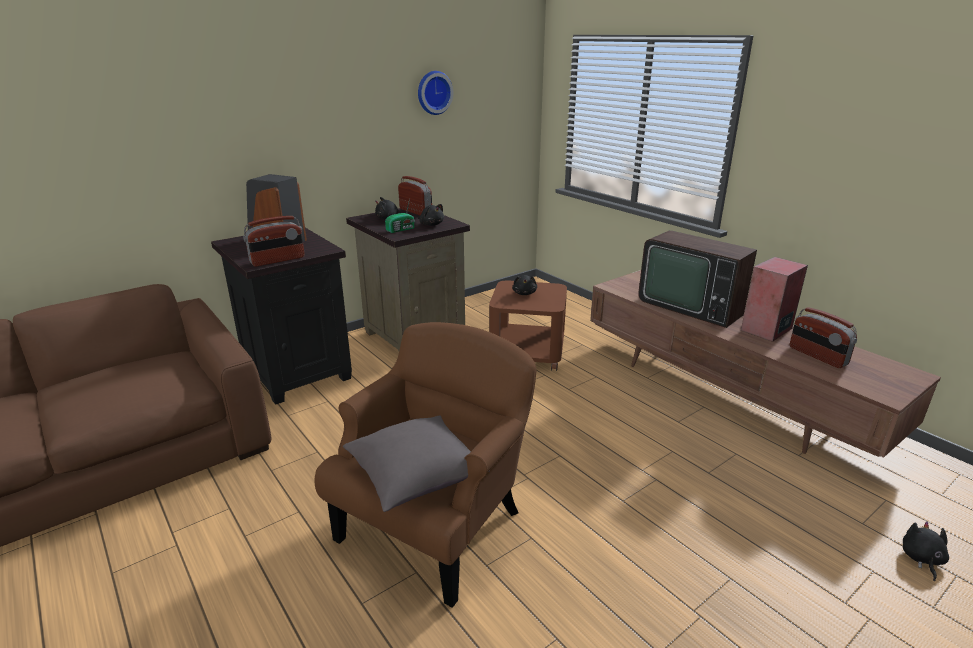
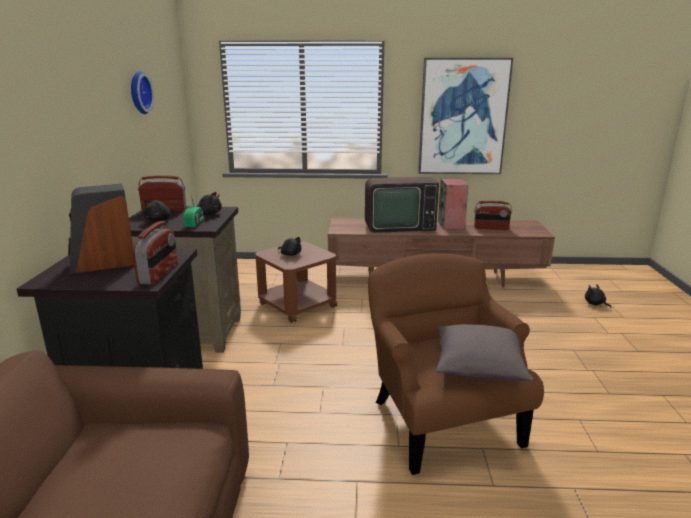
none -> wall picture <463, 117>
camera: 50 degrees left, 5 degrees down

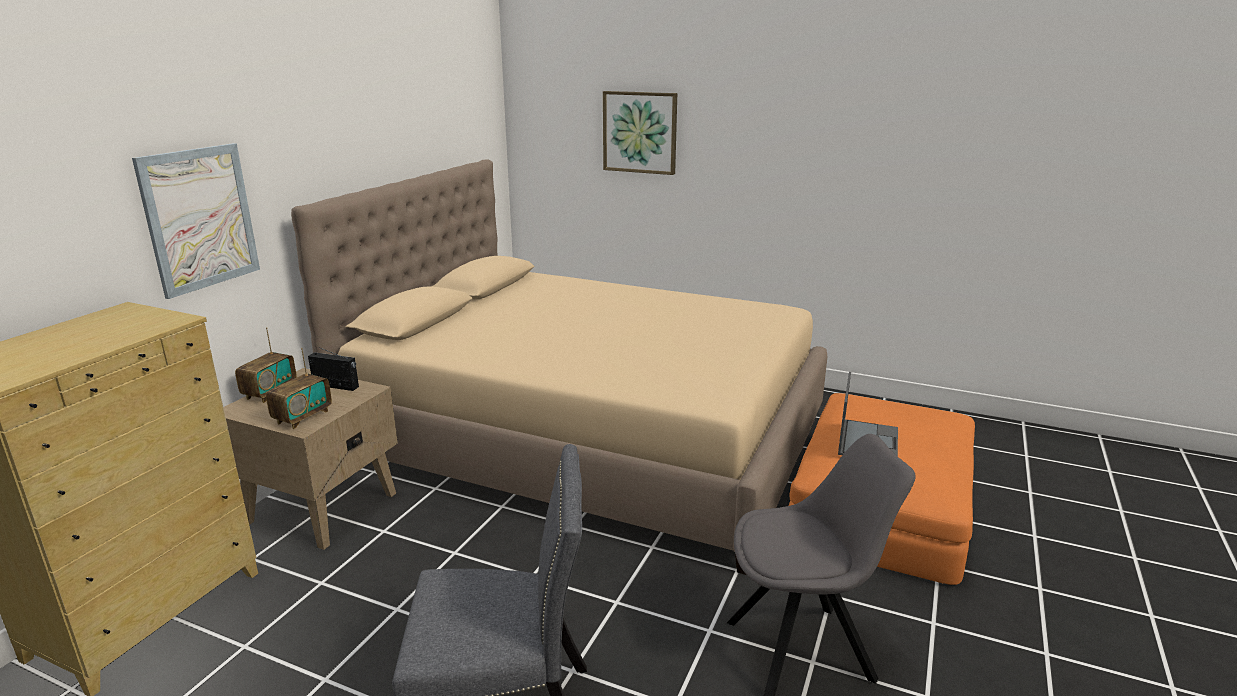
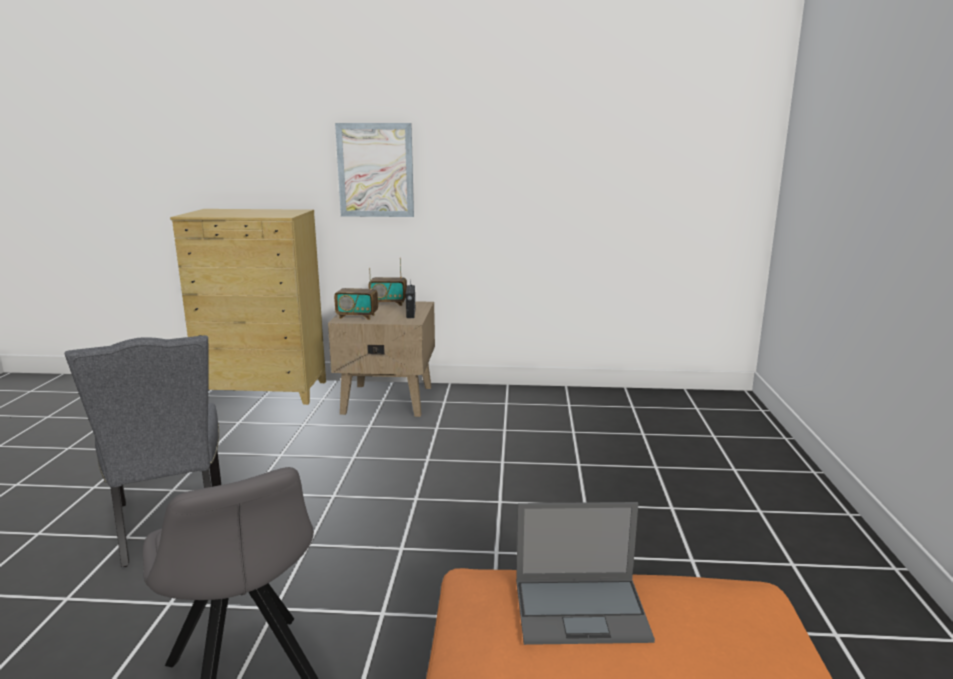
bed/sand-coloured <587, 438> -> none
wall picture <640, 132> -> none
camera: 70 degrees right, 5 degrees down

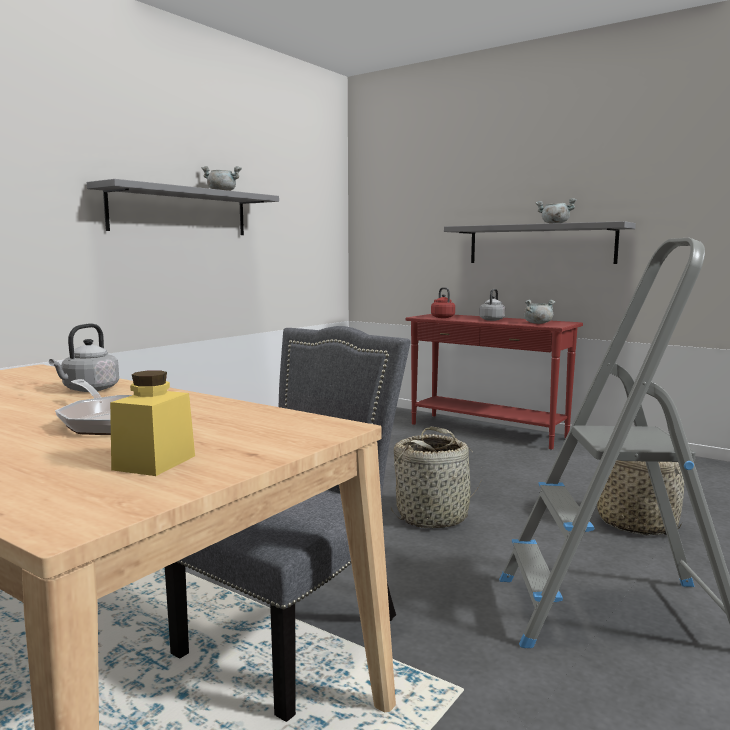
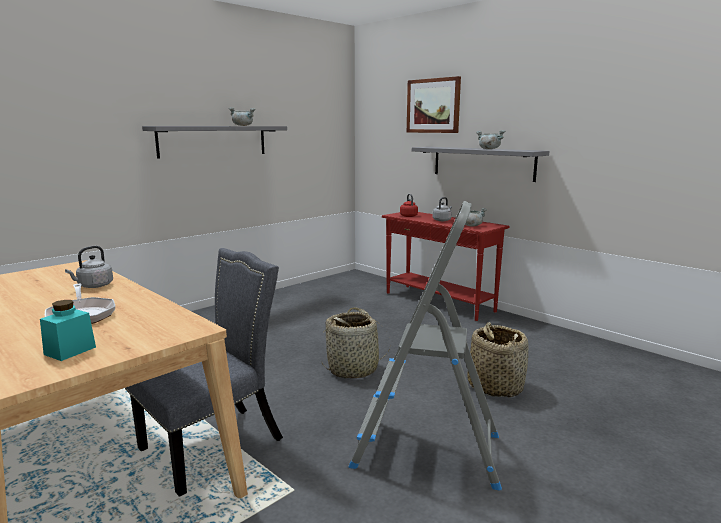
jar/yellow <154, 463> -> jar/blue-green <70, 351>
none -> wall picture <433, 106>
camera: 10 degrees right, 5 degrees up

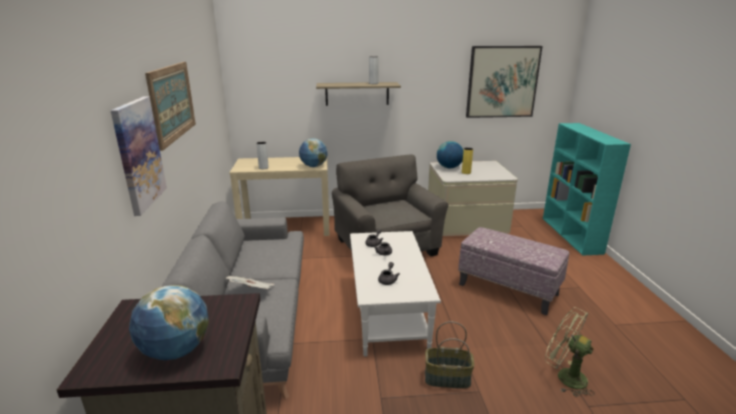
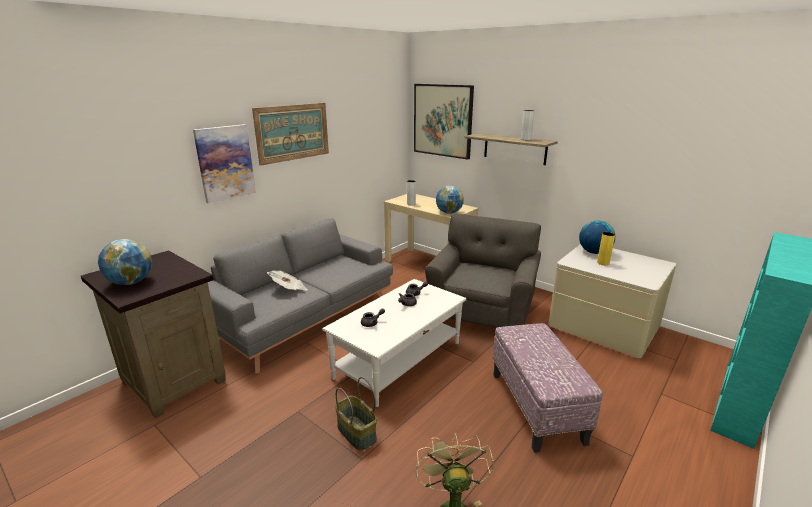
wall picture <502, 82> -> wall picture <442, 120>, moved
camera: 45 degrees right, 0 degrees up

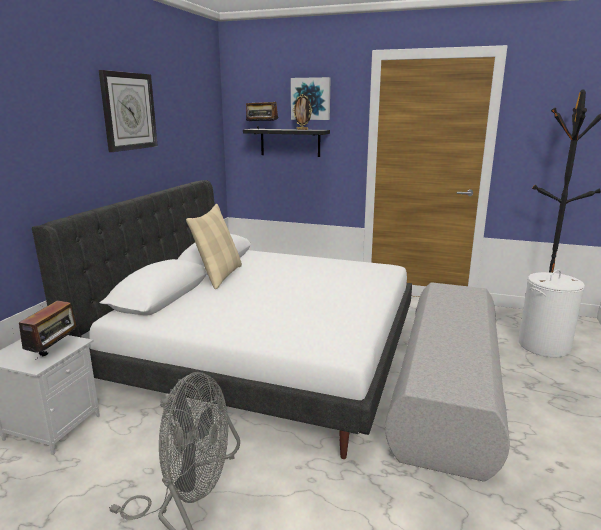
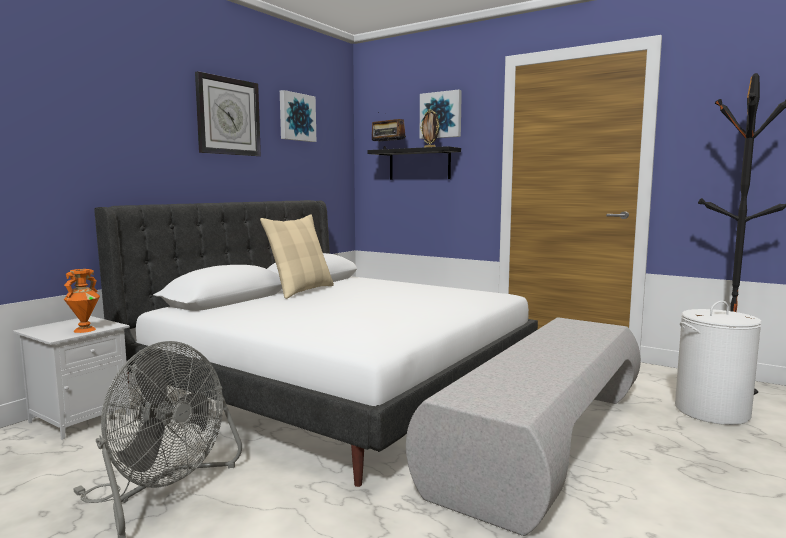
radio set <55, 352> -> flower vase/orange-coloured <84, 330>
none -> wall picture <296, 117>
camera: 15 degrees right, 10 degrees down

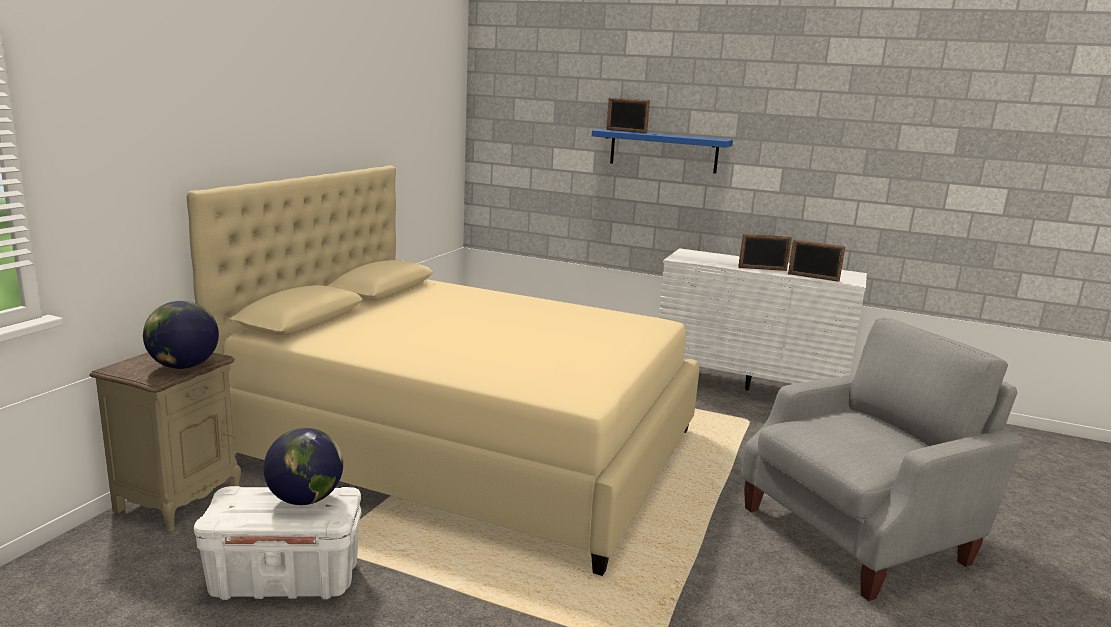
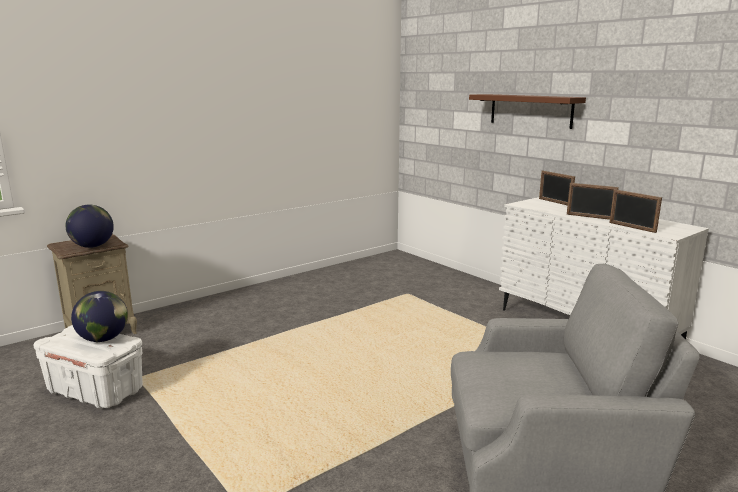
bed/sand-coloured <468, 444> -> none
bracket shelf/blue <663, 151> -> bracket shelf/brownish <530, 110>
photo frame <626, 131> -> photo frame <554, 202>, moved
camera: 30 degrees right, 0 degrees up

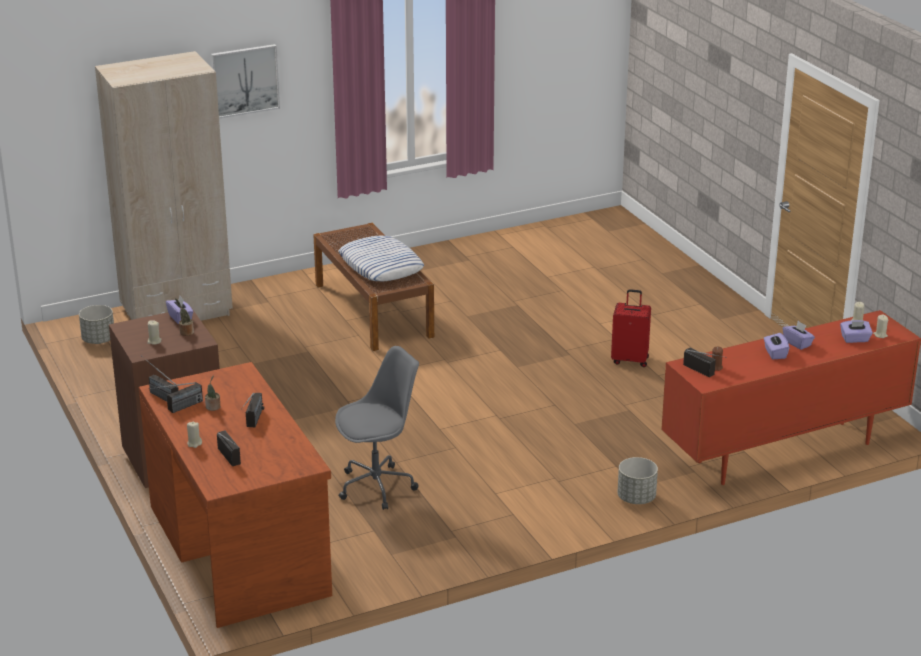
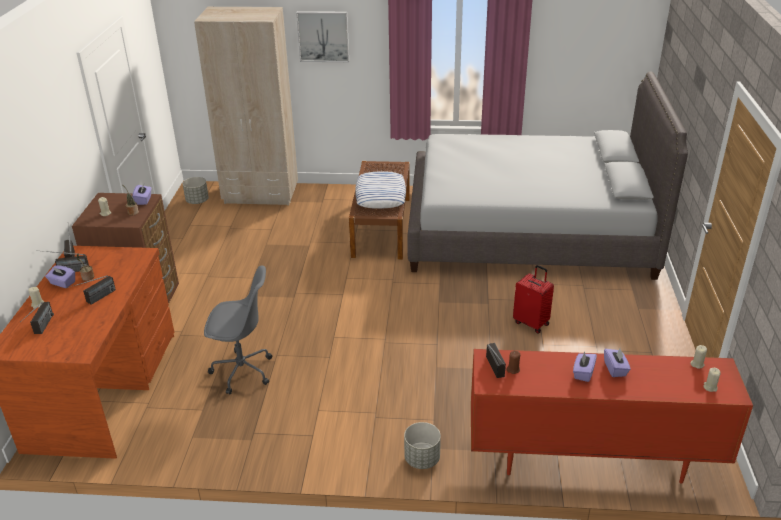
tissue holder/purple <855, 339> -> tissue holder/purple <62, 283>, moved
none -> bed/gray <528, 231>
camera: 30 degrees right, 5 degrees up

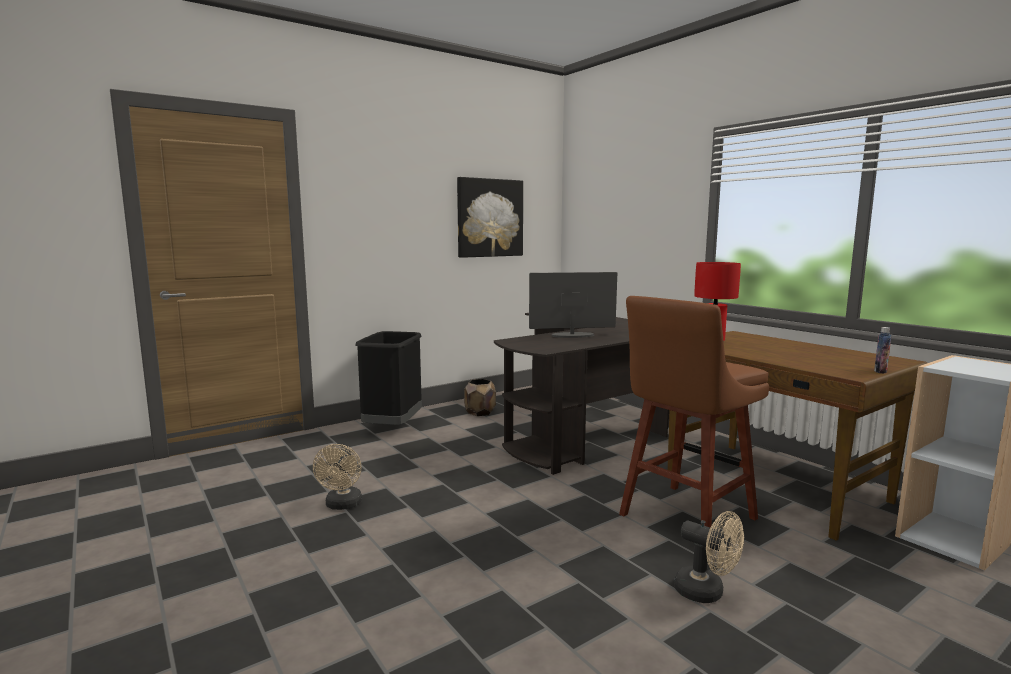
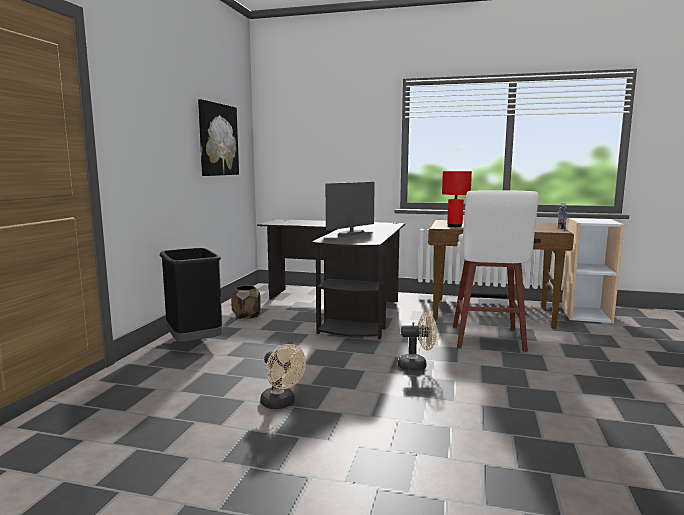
stool/brownish <685, 517> -> stool/whitish <487, 339>
fan/sand-coloured <707, 593> -> fan/sand-coloured <417, 366>, moved
camera: 40 degrees left, 0 degrees up

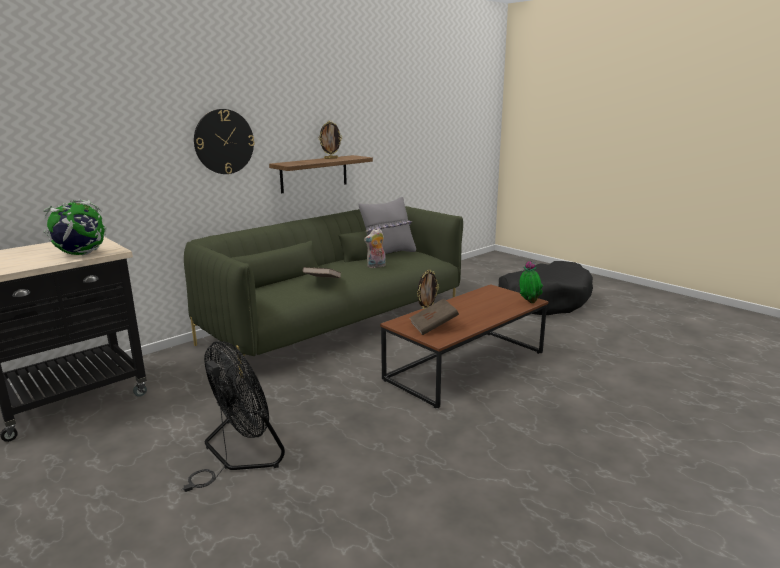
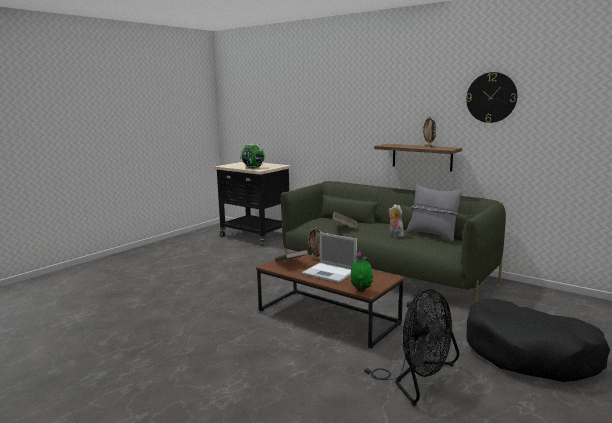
fan/black <233, 453> -> fan/black <416, 379>, moved
clock on the wall <224, 141> -> clock on the wall <491, 97>, moved
none -> laptop <330, 273>
camera: 80 degrees right, 5 degrees down

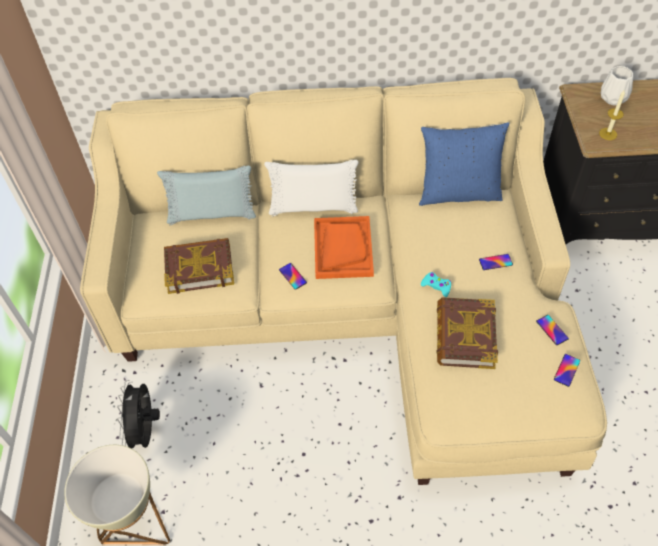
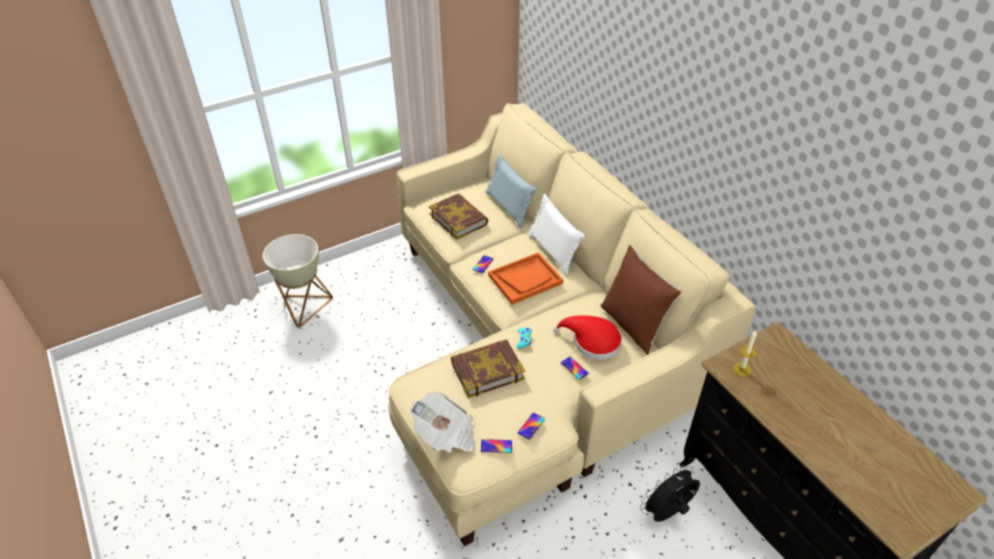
fan/black <146, 431> -> fan/black <667, 513>, moved
throw pillow/blue <458, 193> -> throw pillow/brownish <633, 325>
flower vase/whitish <613, 98> -> none
none -> printed paper <445, 434>
none -> wearable hat/red-coloured <592, 342>
camera: 60 degrees right, 10 degrees down

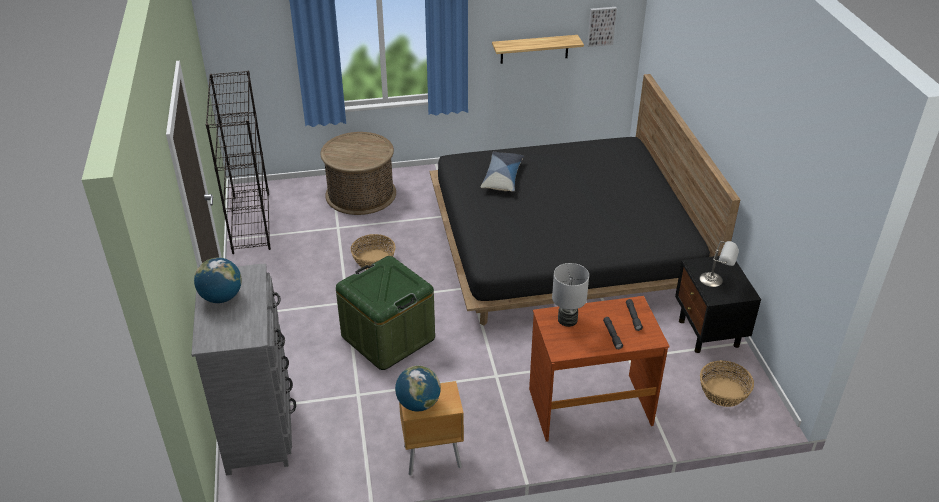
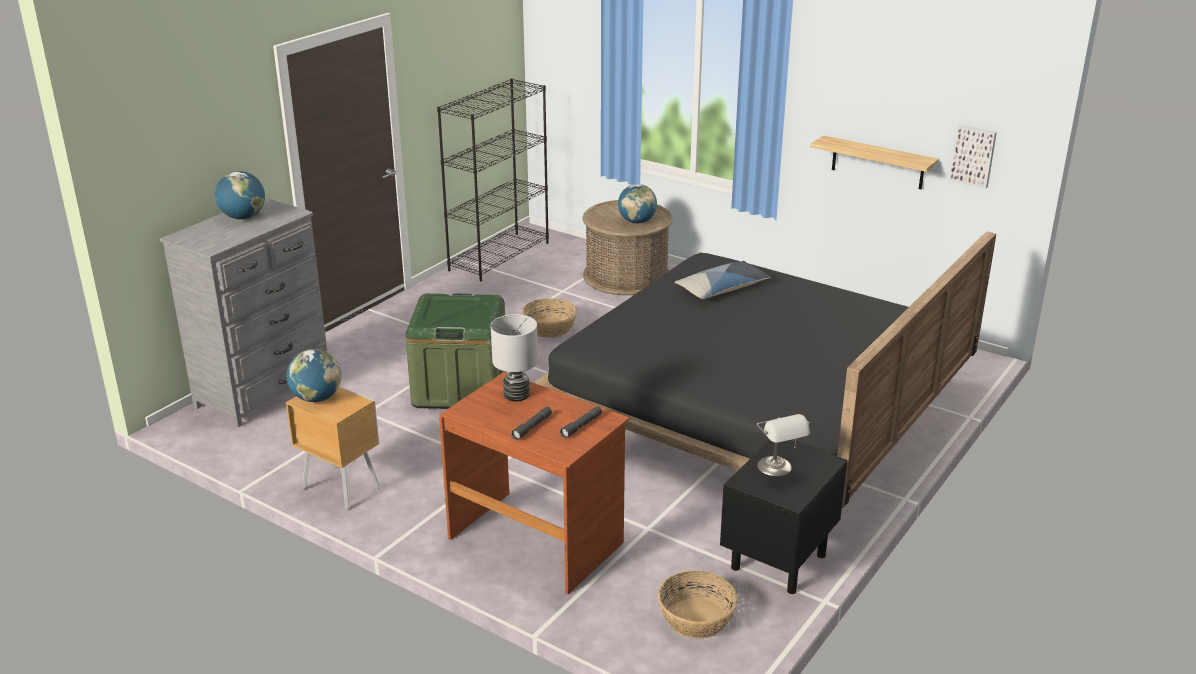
none -> world globe <637, 221>
camera: 45 degrees right, 10 degrees down

